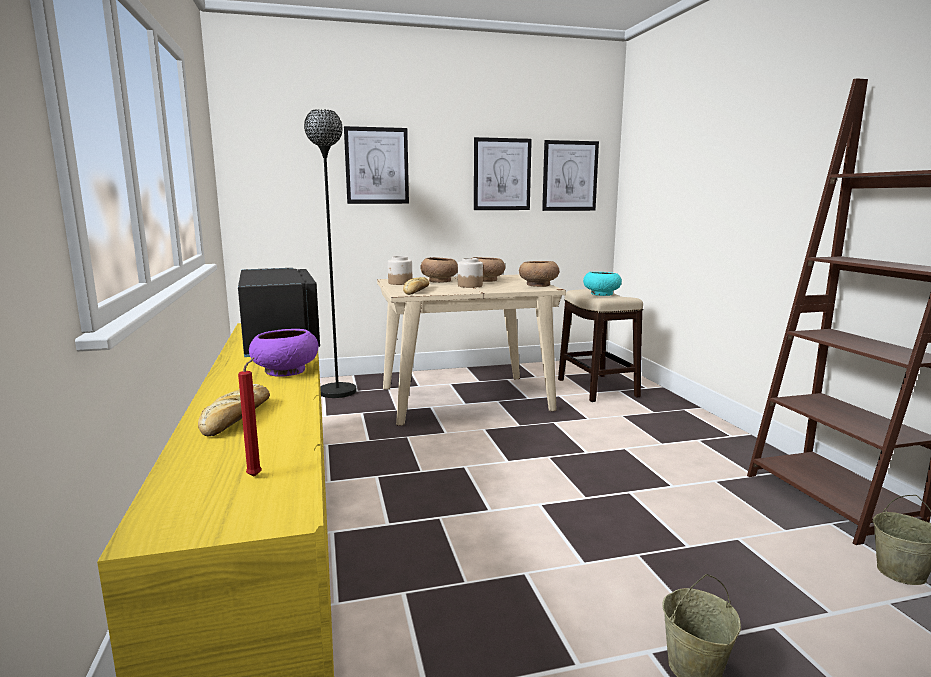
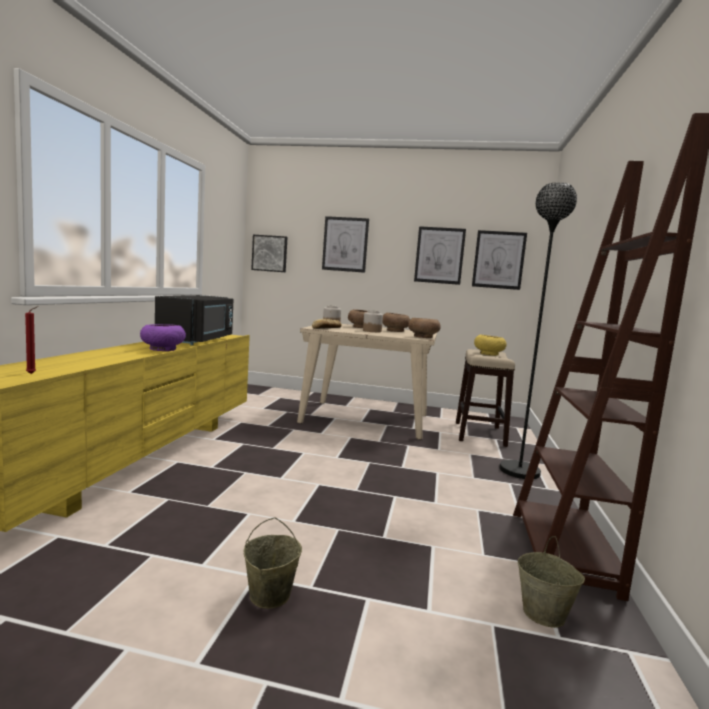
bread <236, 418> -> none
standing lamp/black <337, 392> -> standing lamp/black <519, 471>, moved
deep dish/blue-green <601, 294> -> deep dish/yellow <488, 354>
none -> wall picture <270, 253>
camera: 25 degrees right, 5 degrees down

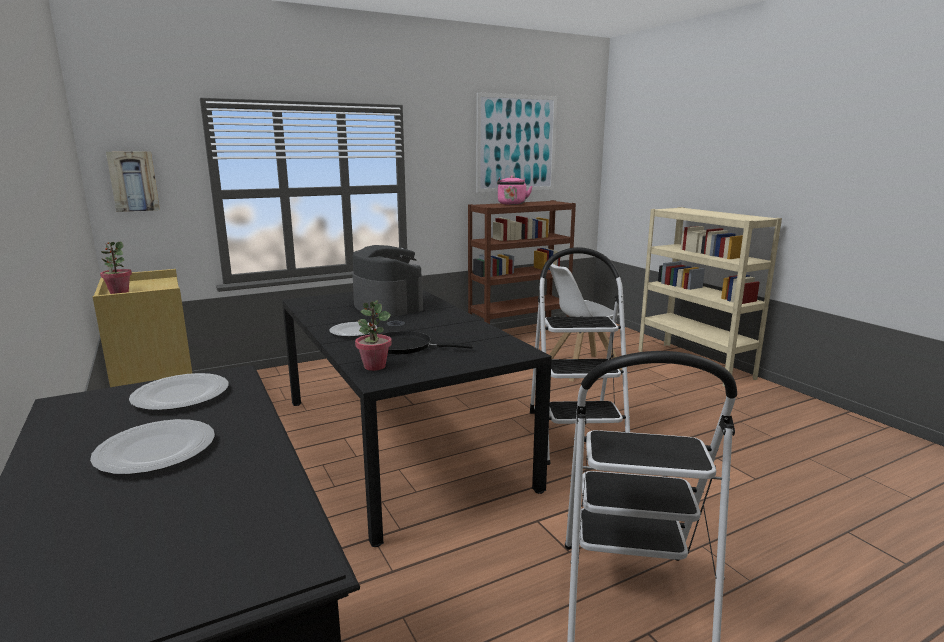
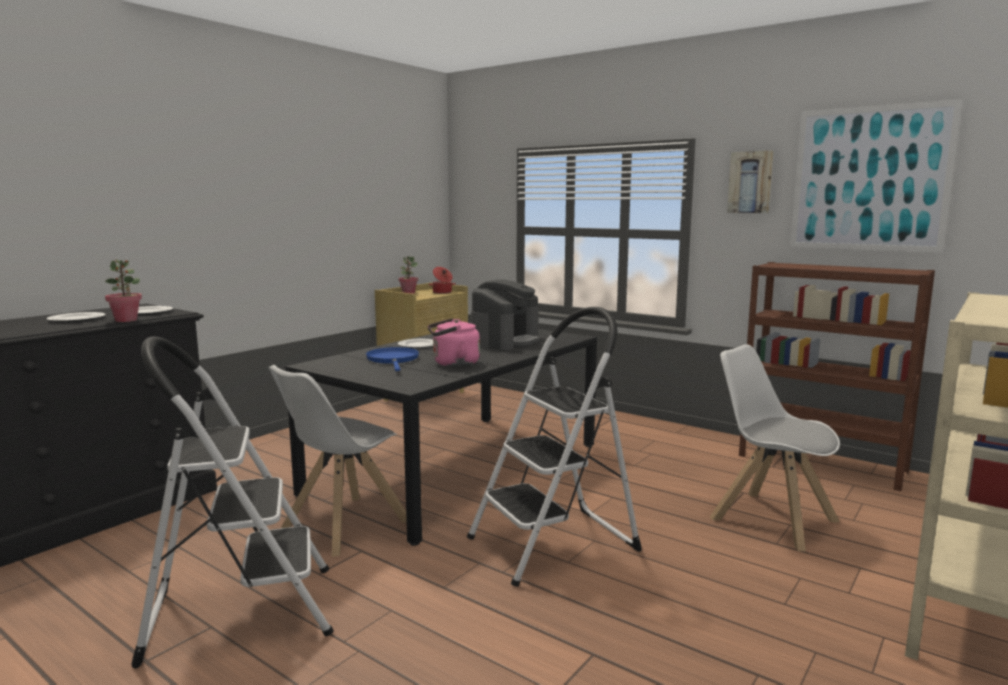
wall picture <133, 181> -> wall picture <750, 182>, moved
houseplant <374, 366> -> houseplant <126, 320>, moved
pan/black <406, 347> -> pan/blue <393, 360>
tea kettle/pink-coloured <512, 204> -> tea kettle/pink-coloured <453, 364>, moved
none -> chair <343, 526>
none -> stockpot <442, 292>
camera: 65 degrees right, 5 degrees down

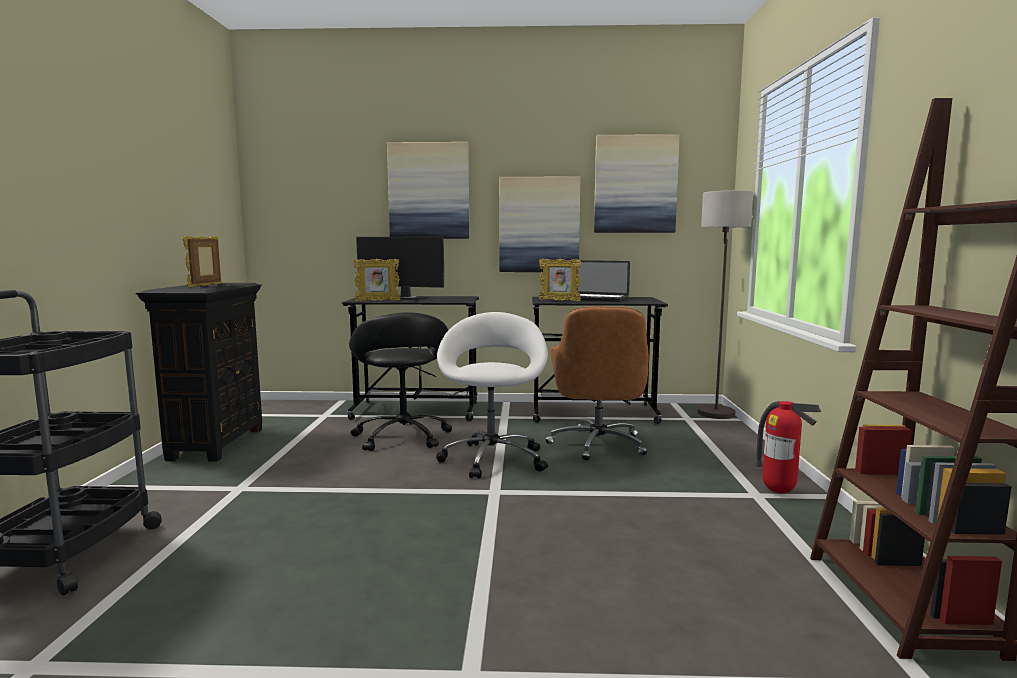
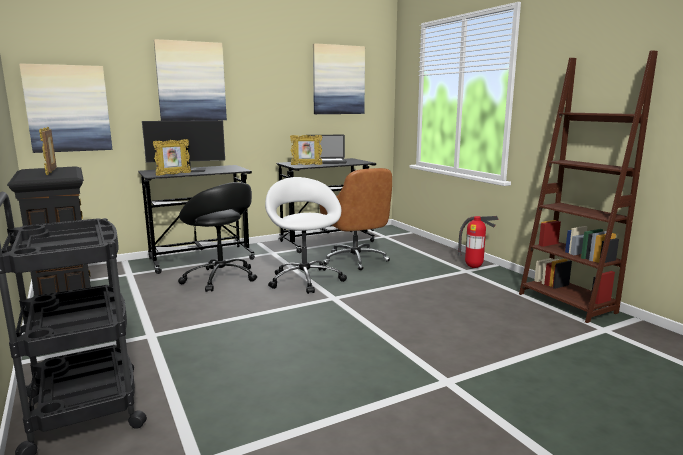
wall picture <539, 225> -> wall picture <68, 108>, moved
standing lamp/gray <715, 416> -> none
camera: 30 degrees left, 5 degrees up

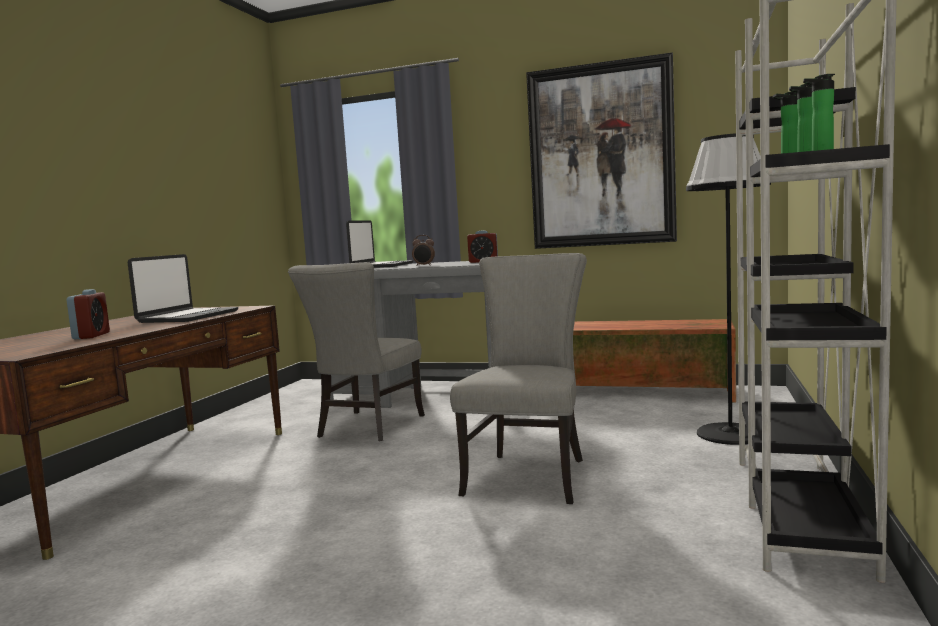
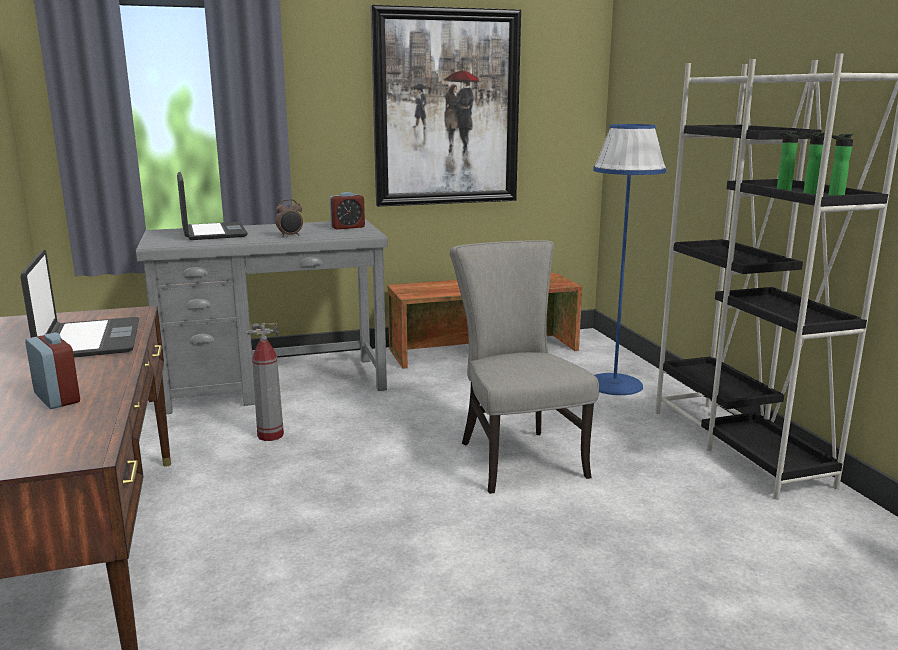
chair/gray <366, 428> -> fire extinguisher <270, 435>
standing lamp/black <730, 434> -> standing lamp/blue <614, 384>
camera: 35 degrees left, 10 degrees up

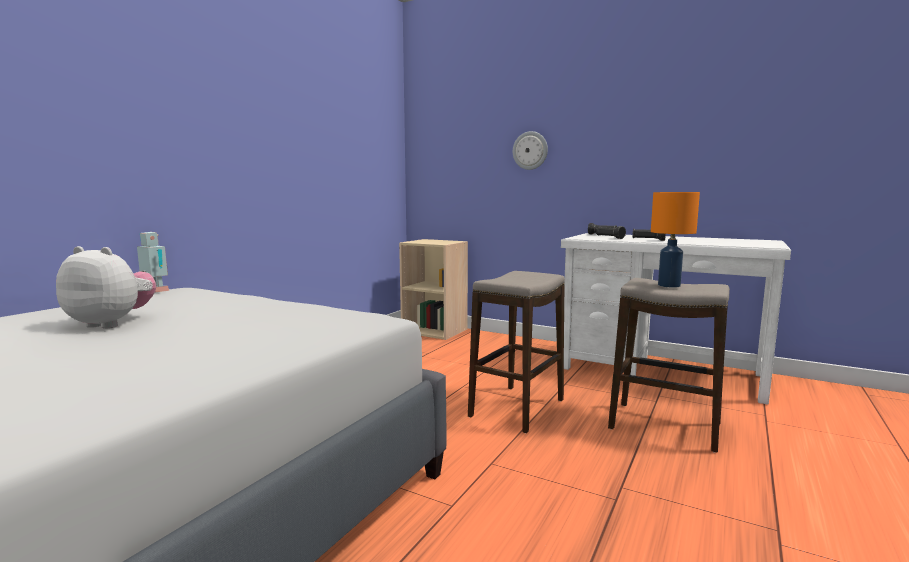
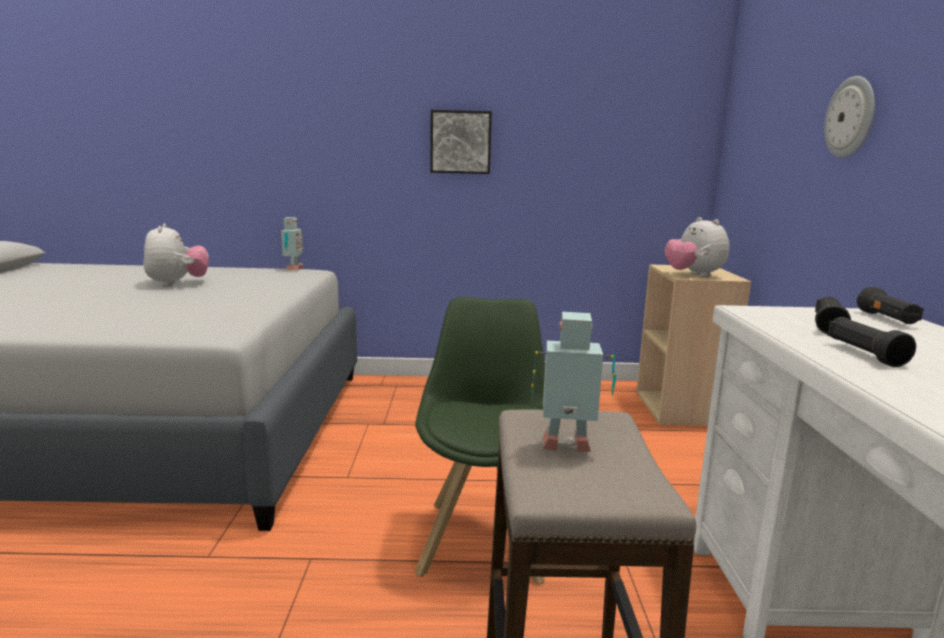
stool <516, 408> -> chair/greenish <482, 539>
lamp for a table/orange-coloured <669, 285> -> model robot <568, 447>
none -> wall picture <460, 142>
none -> cuddly toy <693, 275>
camera: 60 degrees right, 5 degrees up

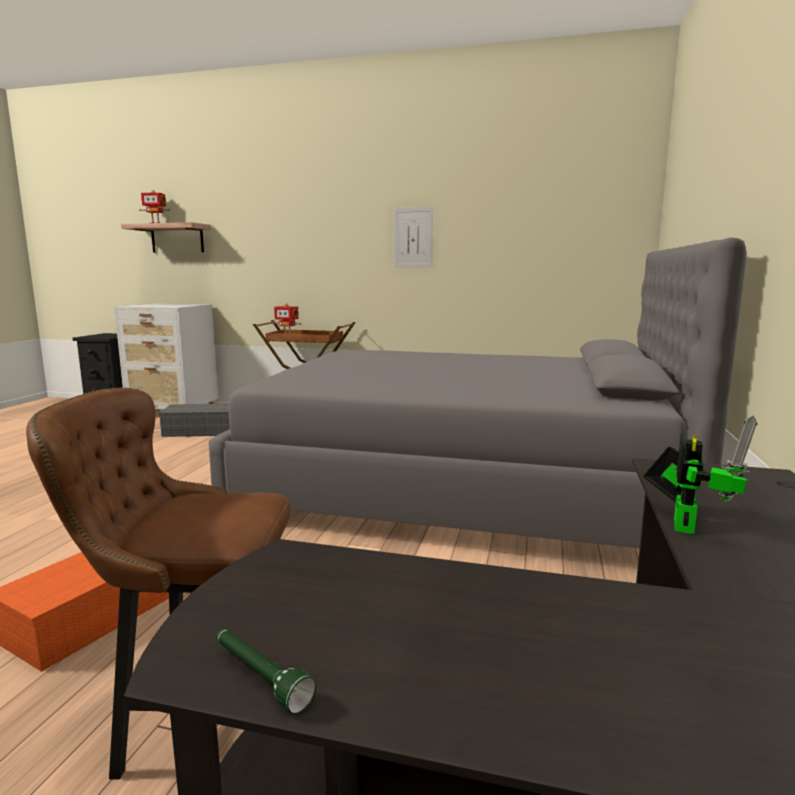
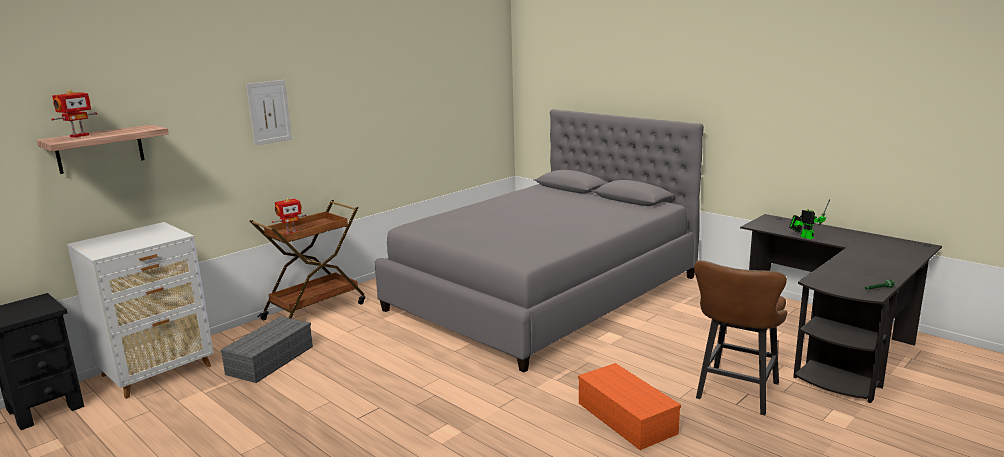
wall picture <413, 238> -> wall picture <269, 112>, moved
camera: 60 degrees left, 5 degrees up

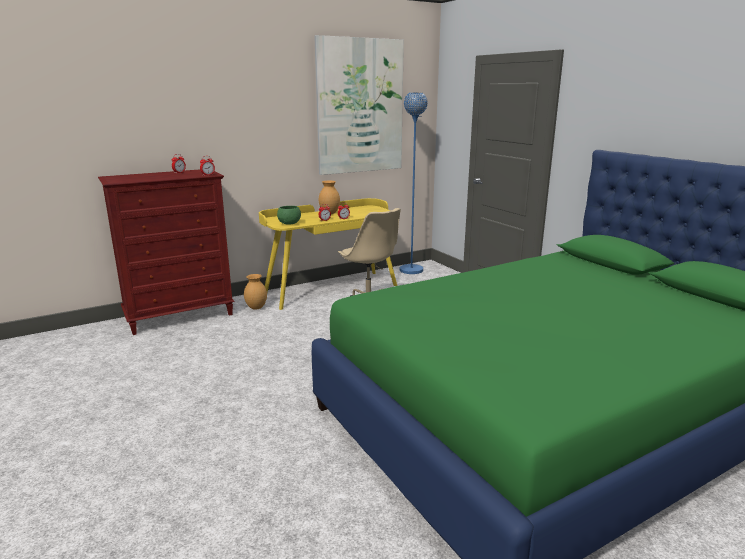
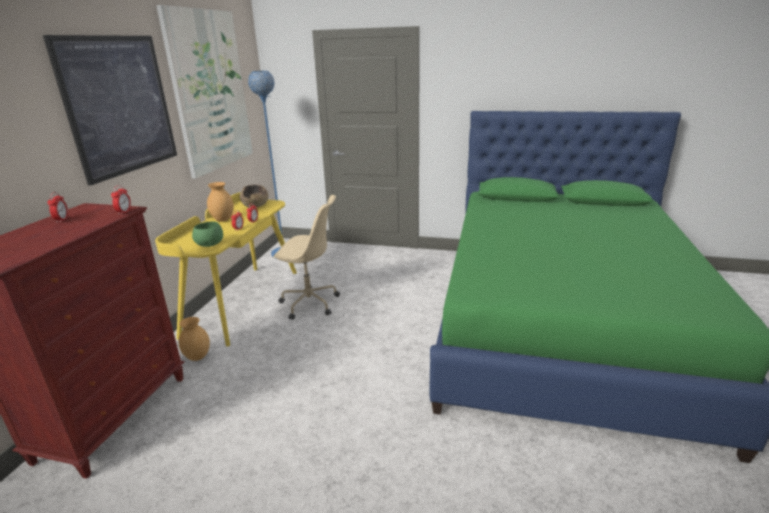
none -> wall picture <120, 105>
none -> deep dish/brownish <255, 205>
camera: 45 degrees left, 5 degrees up

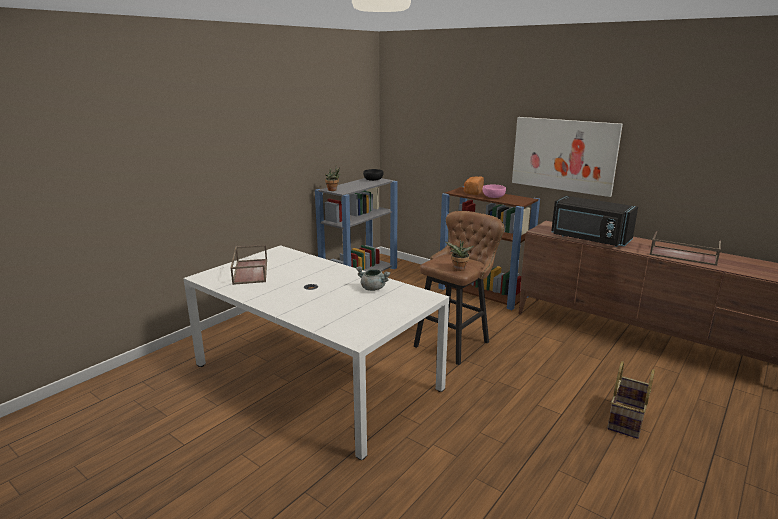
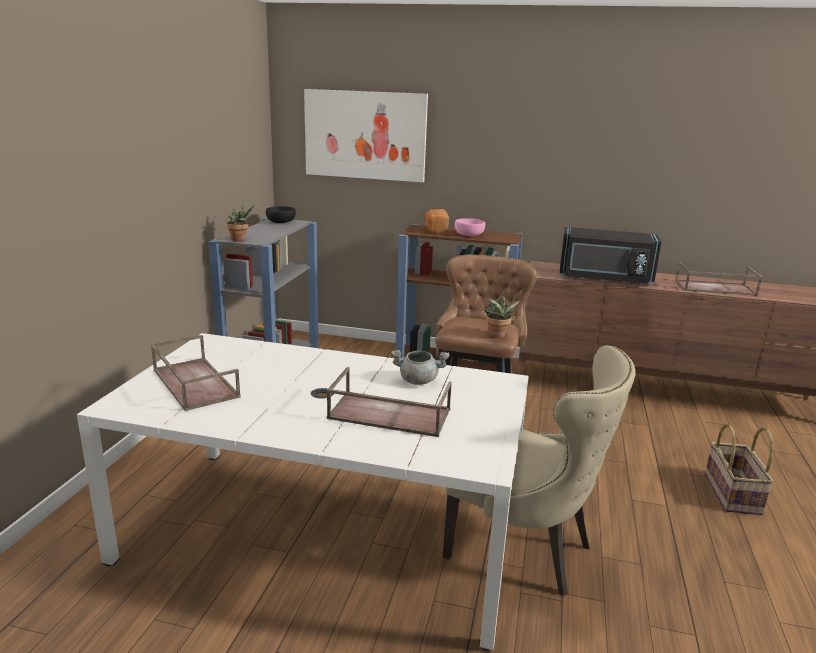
wall picture <563, 155> -> wall picture <365, 135>, moved
none -> carrying tray/brownish <388, 414>
none -> chair/sand-coloured <525, 549>
camera: 25 degrees left, 0 degrees up

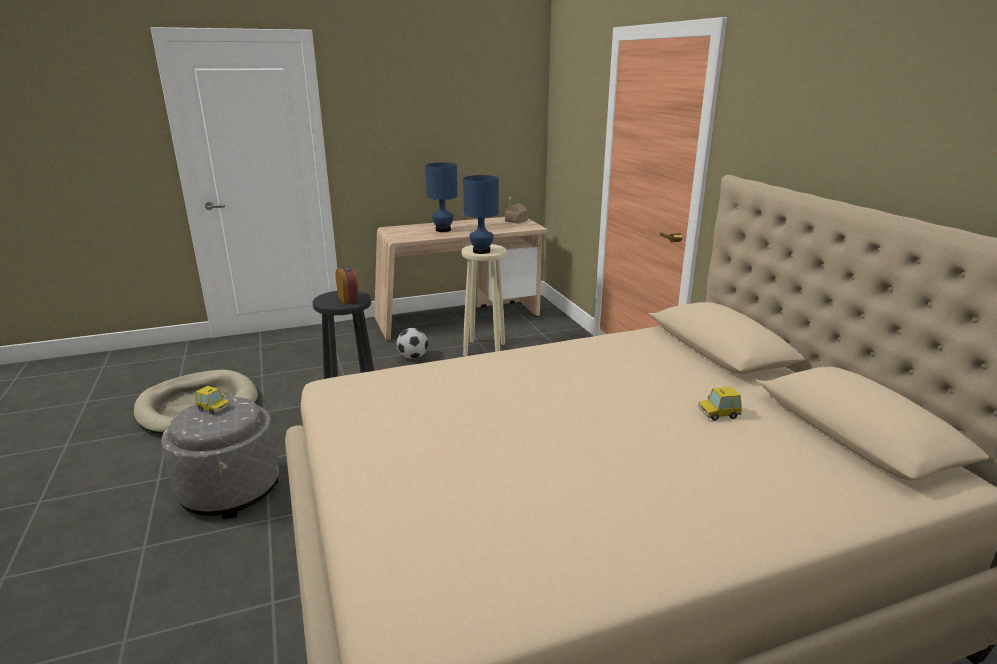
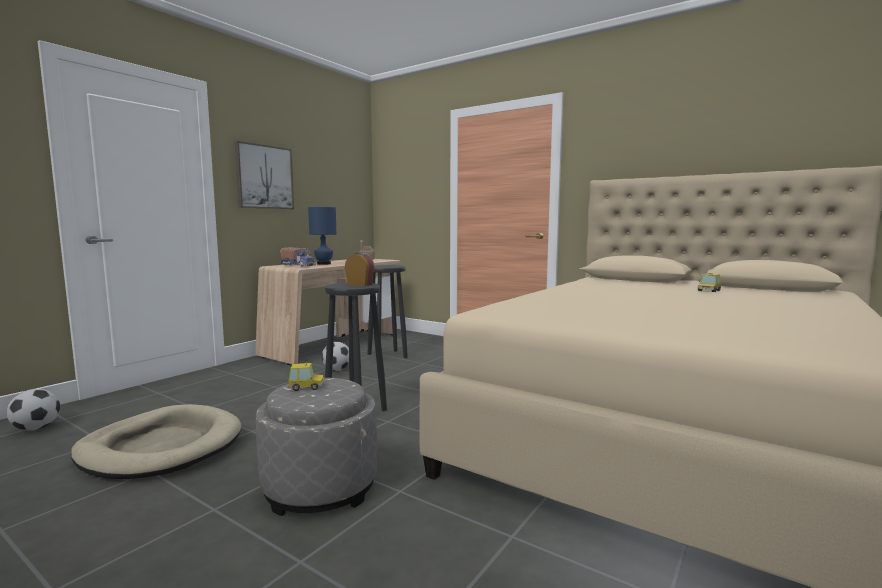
stool/sand-coloured <485, 349> -> stool/black <387, 356>
lamp for a table/blue <481, 251> -> none
none -> ball for football <36, 428>
none -> wall picture <264, 177>
none -> toy lorry <298, 265>
camera: 35 degrees left, 15 degrees down

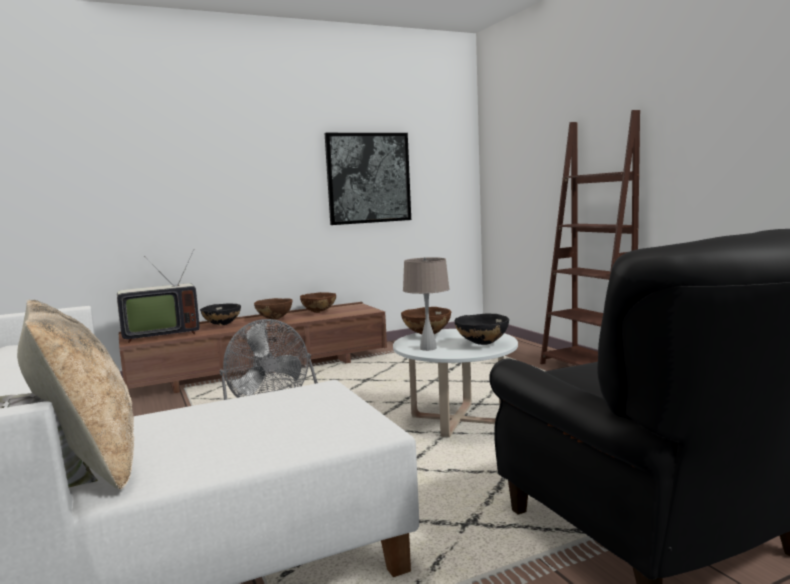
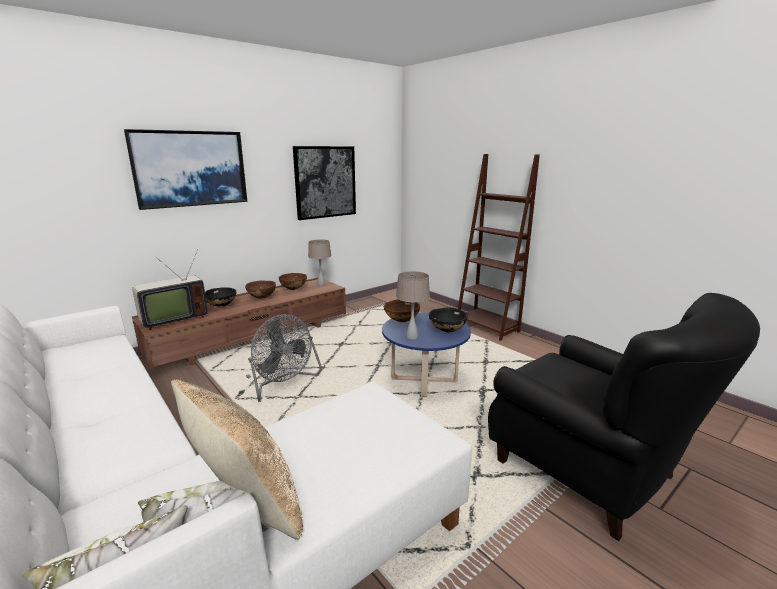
coffee table/whitish <457, 420> -> coffee table/blue <424, 380>
none -> wall picture <190, 168>
none -> lamp for a table/sand-coloured <321, 284>
camera: 15 degrees left, 10 degrees up

